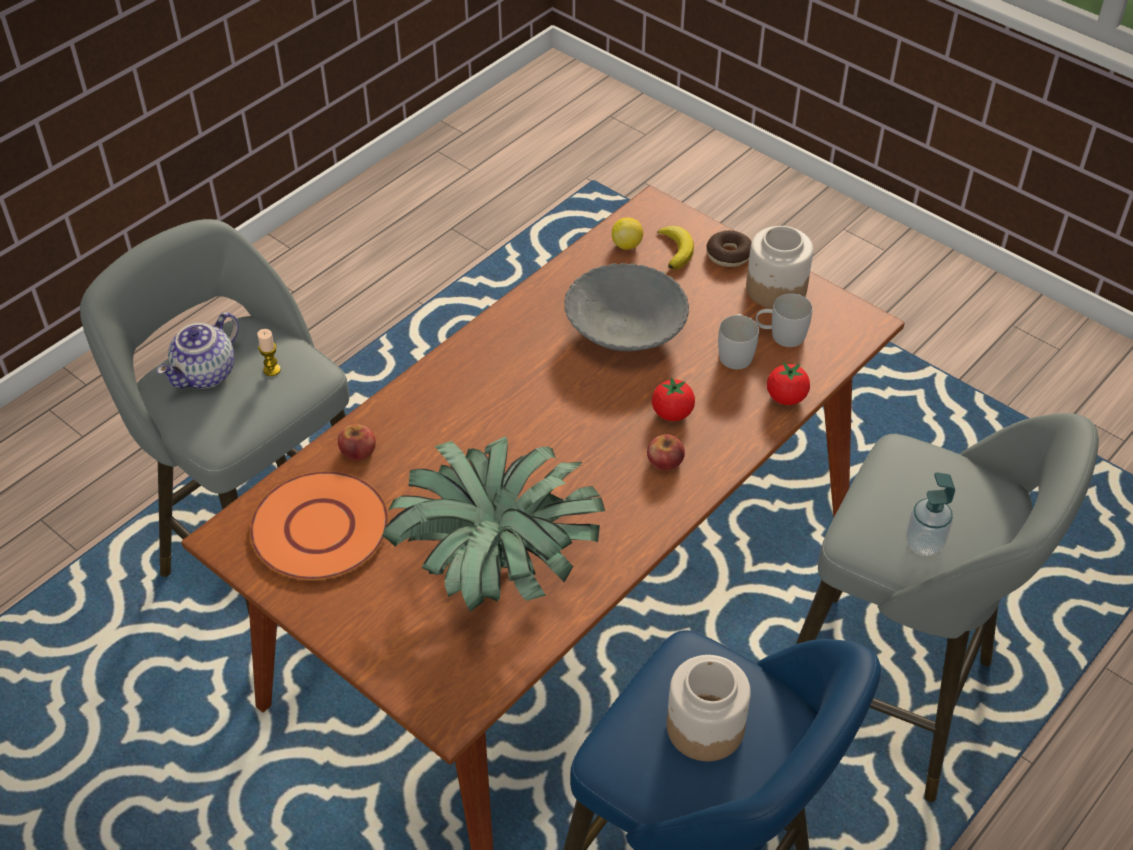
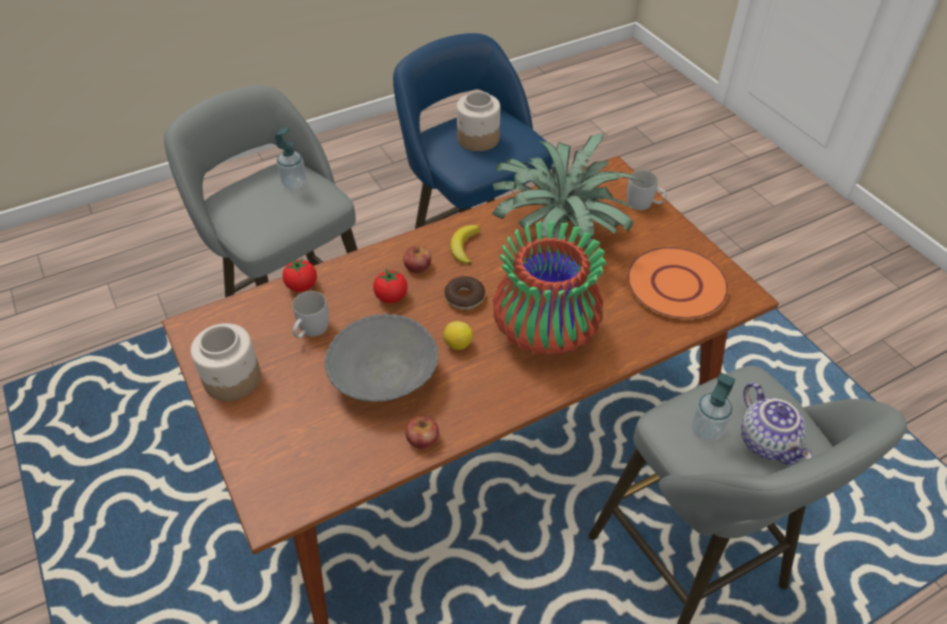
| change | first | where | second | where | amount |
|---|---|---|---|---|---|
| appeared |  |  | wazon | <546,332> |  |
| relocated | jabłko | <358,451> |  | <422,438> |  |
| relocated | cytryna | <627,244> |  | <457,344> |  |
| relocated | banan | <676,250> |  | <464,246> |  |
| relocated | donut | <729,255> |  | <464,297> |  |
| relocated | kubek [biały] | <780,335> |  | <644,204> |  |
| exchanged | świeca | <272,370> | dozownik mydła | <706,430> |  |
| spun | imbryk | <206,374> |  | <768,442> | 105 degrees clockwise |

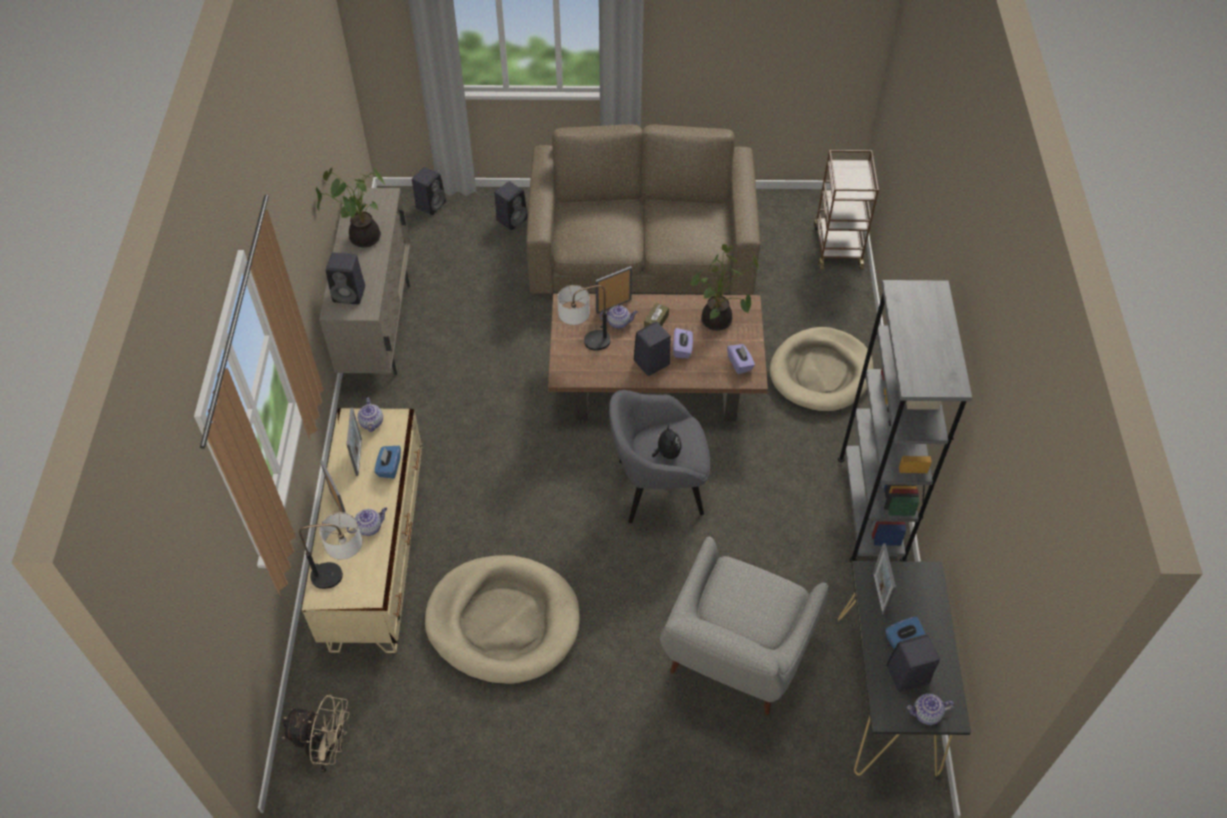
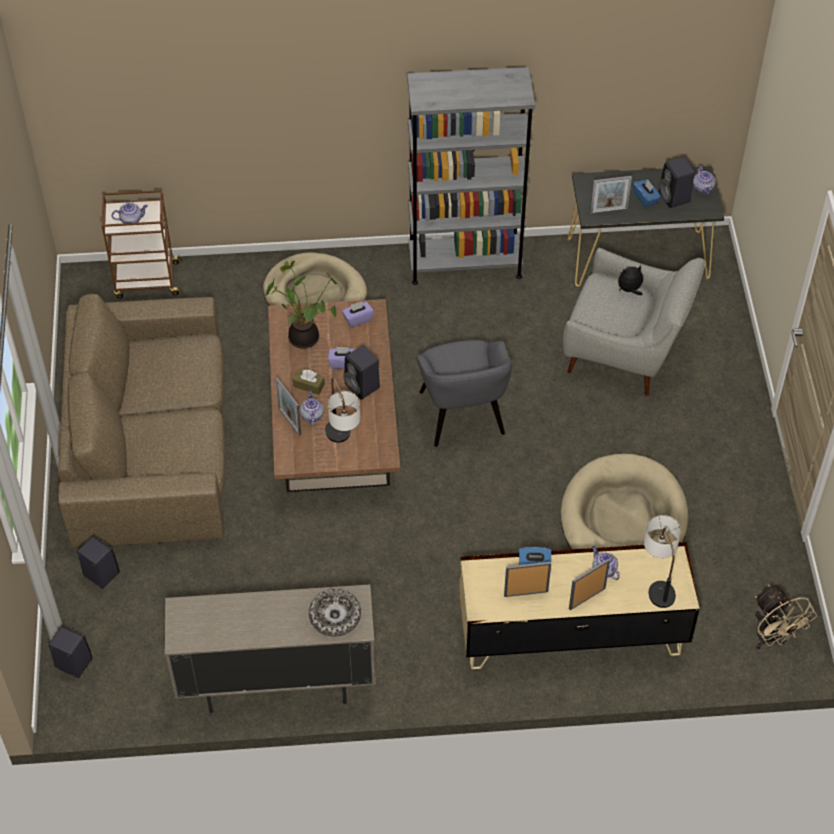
| change | first | where | second | where | amount |
|---|---|---|---|---|---|
| missing | roślina doniczkowa | <362,237> |  |  |  |
| relocated | imbryk | <372,423> |  | <131,219> |  |
| relocated | pluszak | <667,453> |  | <629,290> |  |
| exchanged | głośnik [czarny] | <350,294> | miska | <335,616> |  |
| spun | wentylator [beżowy] | <327,749> |  | <772,638> | 150 degrees clockwise |

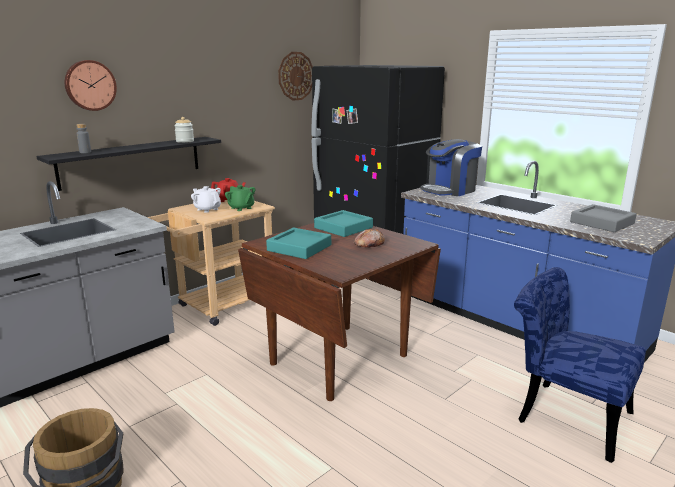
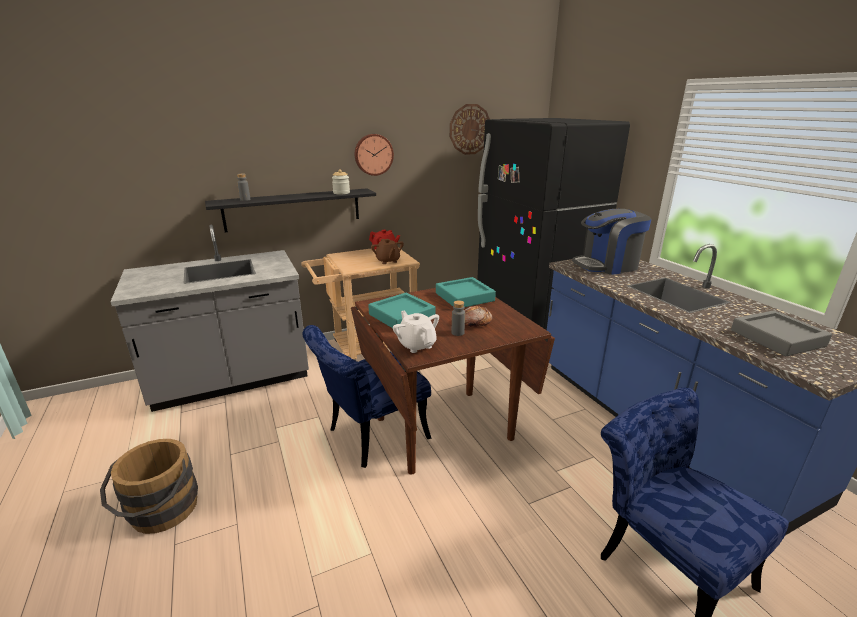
| change | first | where | second | where | amount |
|---|---|---|---|---|---|
| appeared |  |  | krzesło [niebieski] | <370,436> |  |
| appeared |  |  | butelka [szary] | <457,333> |  |
| relocated | zegar ścienny | <90,85> |  | <373,154> |  |
| relocated | imbryk [biały] | <207,209> |  | <416,345> |  |
| colour | imbryk [zielony] | <241,208> | imbryk [brązowy] | <388,261> |  |

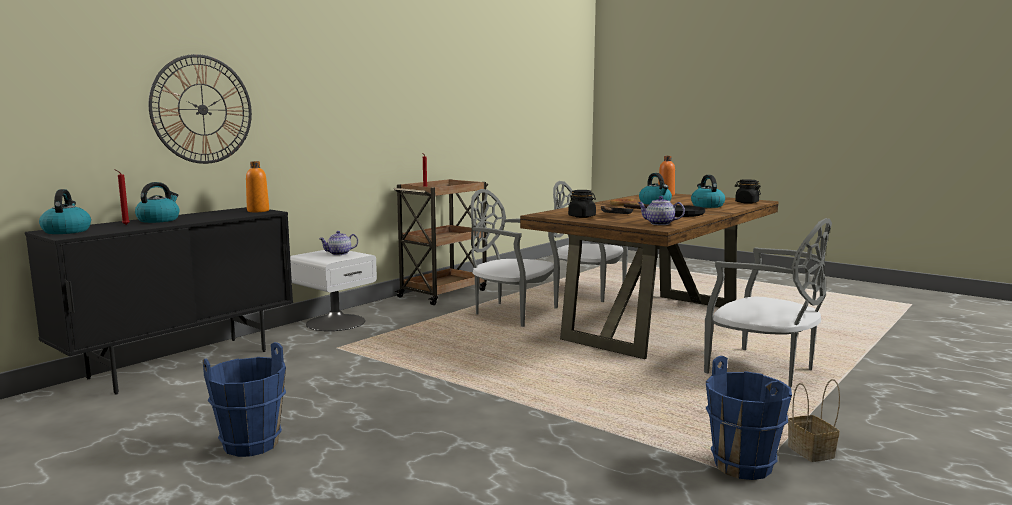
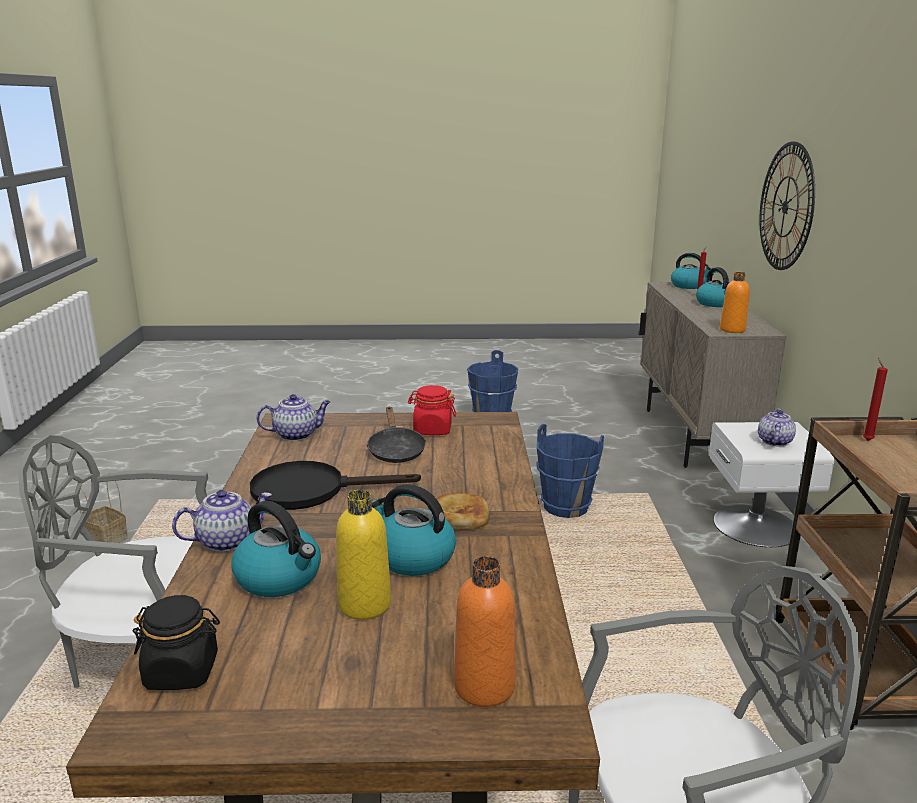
| change | first | where | second | where | amount |
|---|---|---|---|---|---|
| missing | krzesło [szary] | <512,313> |  |  |  |
| appeared |  |  | imbryk | <227,541> |  |
| appeared |  |  | butelka [żółty] | <364,604> |  |
| relocated | wiadro [niebieski] | <743,465> |  | <565,508> |  |
| colour | szafka [czarny] | <181,364> | szafka [beżowy] | <693,437> |  |
| colour | słoik [czarny] | <582,216> | słoik [czerwony] | <432,430> |  |

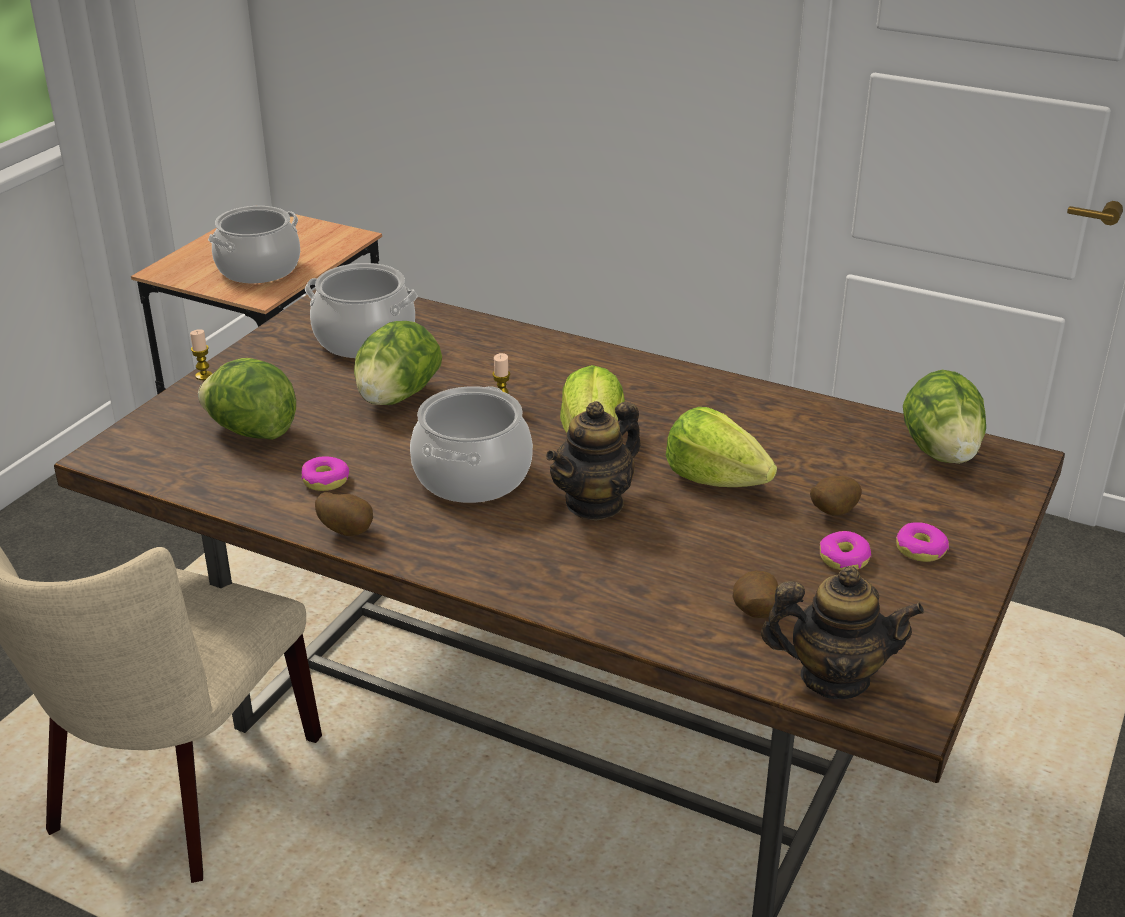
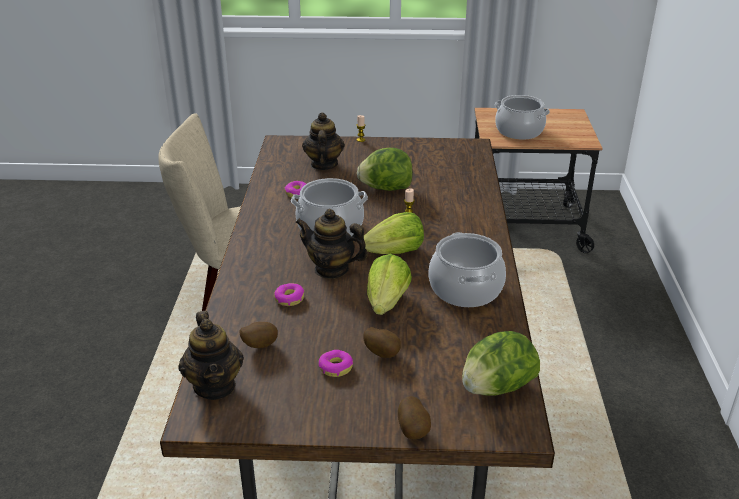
| change | first | where | second | where | amount |
|---|---|---|---|---|---|
| relocated | garnek | <364,339> |  | <465,289> |  |
| relocated | ziemniak | <347,530> |  | <414,431> |  |
| relocated | donut | <921,549> |  | <289,299> |  |
| exchanged | sałata | <251,431> | imbryk | <323,164> |  |

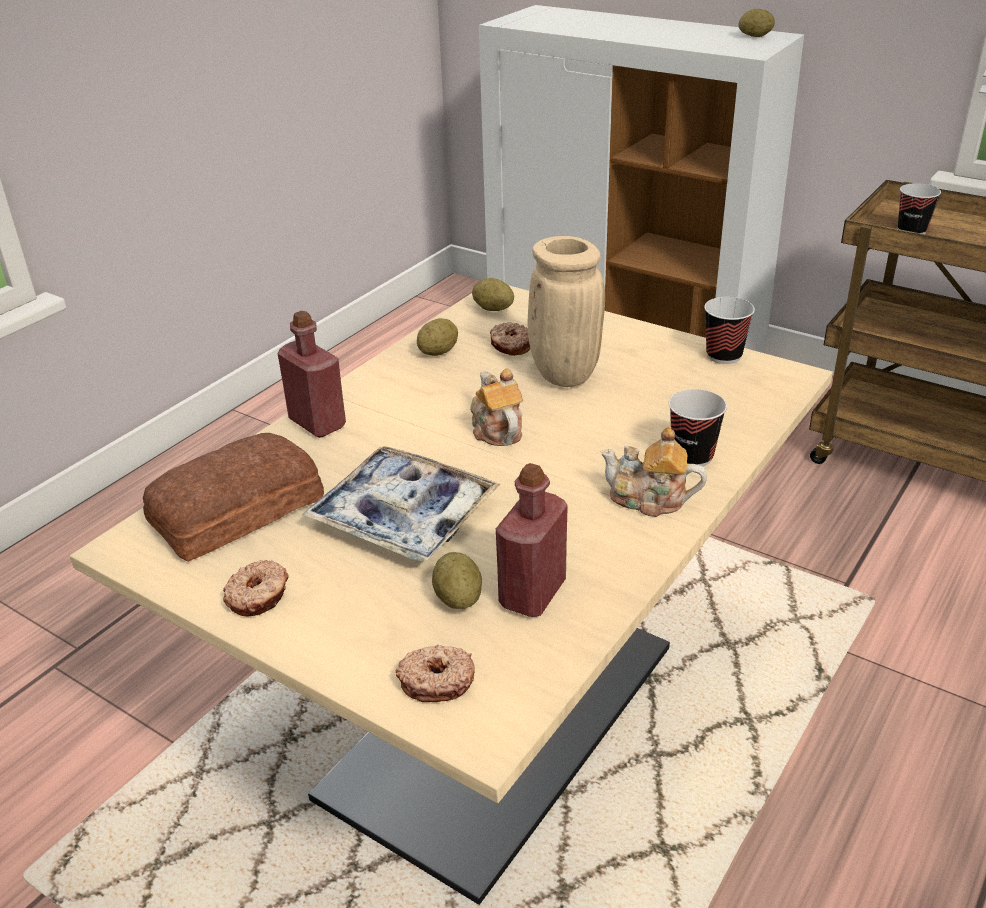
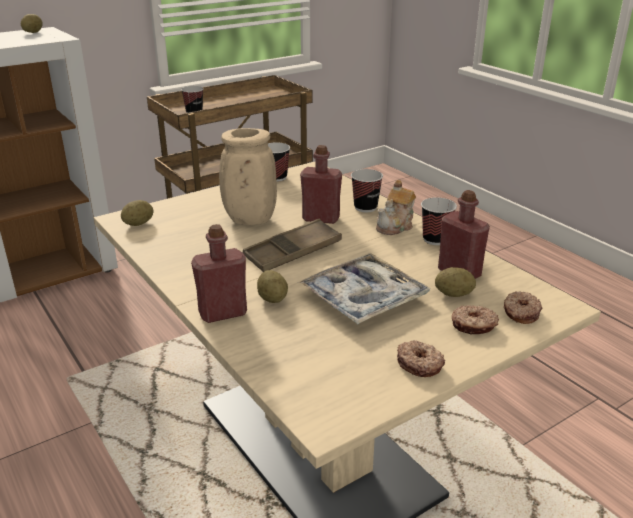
| change | first | where | second | where | amount |
|---|---|---|---|---|---|
| missing | chleb | <234,510> |  |  |  |
| appeared |  |  | butelka [czerwony] | <321,218> |  |
| appeared |  |  | filiżanka | <435,239> |  |
| relocated | ziemniak | <438,352> |  | <272,299> |  |
| relocated | donut | <510,346> |  | <473,326> |  |
| exchanged | imbryk | <496,430> | taca [brązowy] | <292,252> |  |

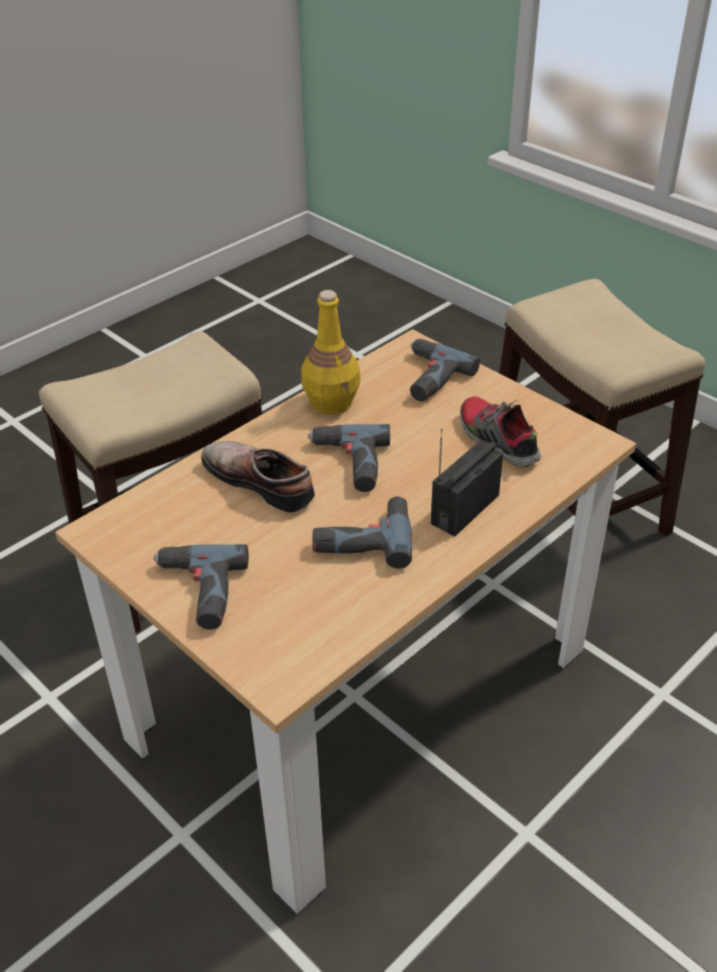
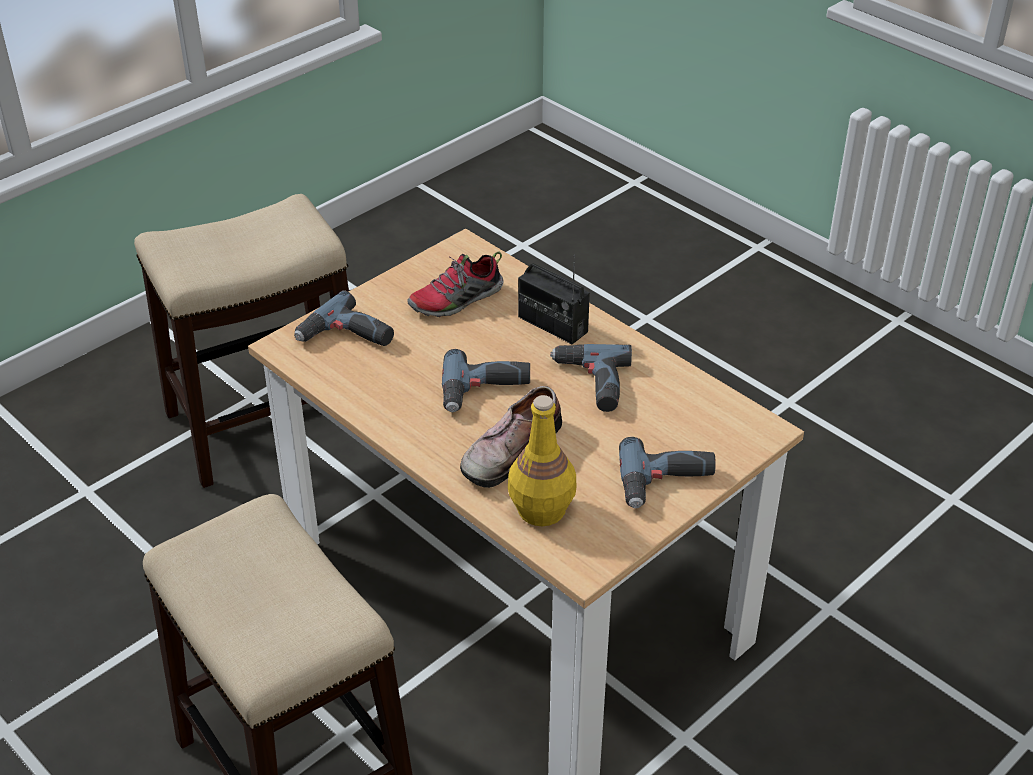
| change | first | where | second | where | amount |
|---|---|---|---|---|---|
| relocated | butelka [żółty] | <332,402> |  | <541,509> |  |

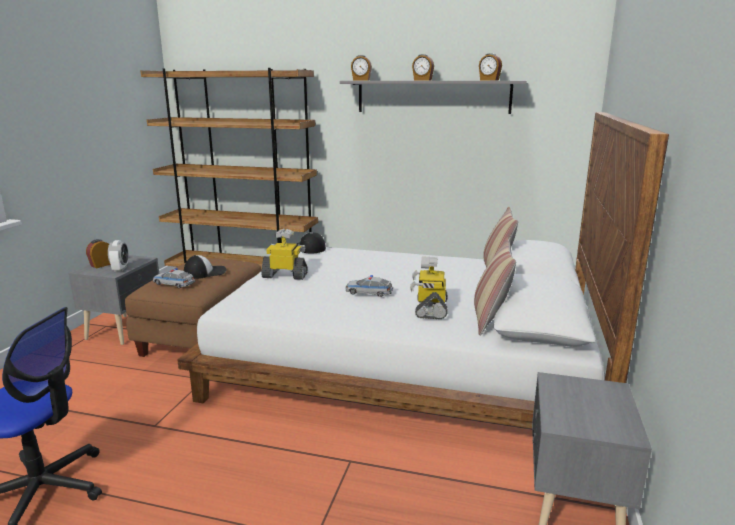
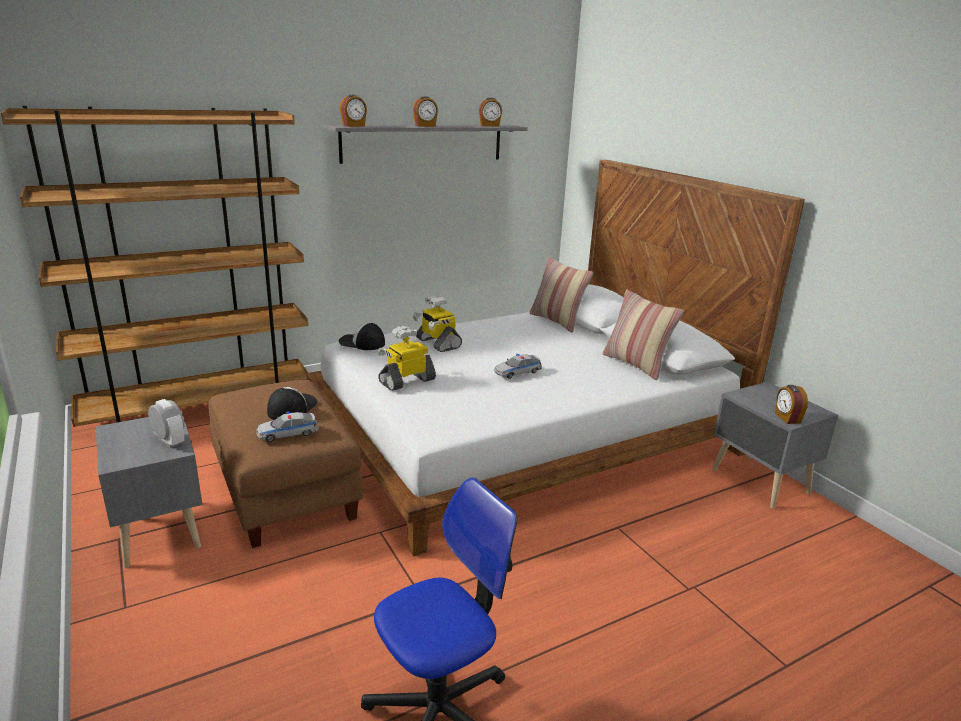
| change | first | where | second | where | amount |
|---|---|---|---|---|---|
| relocated | budzik | <101,265> |  | <787,418> |  |
| relocated | robot zabawkowy | <430,309> |  | <437,343> |  |

